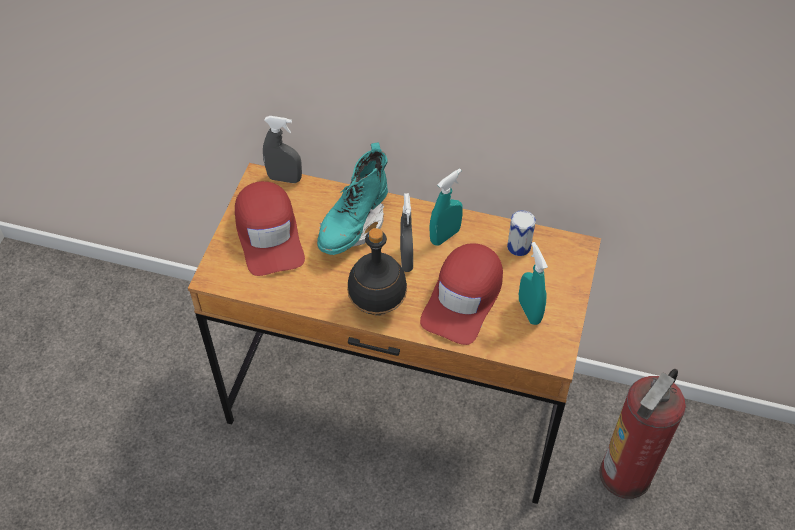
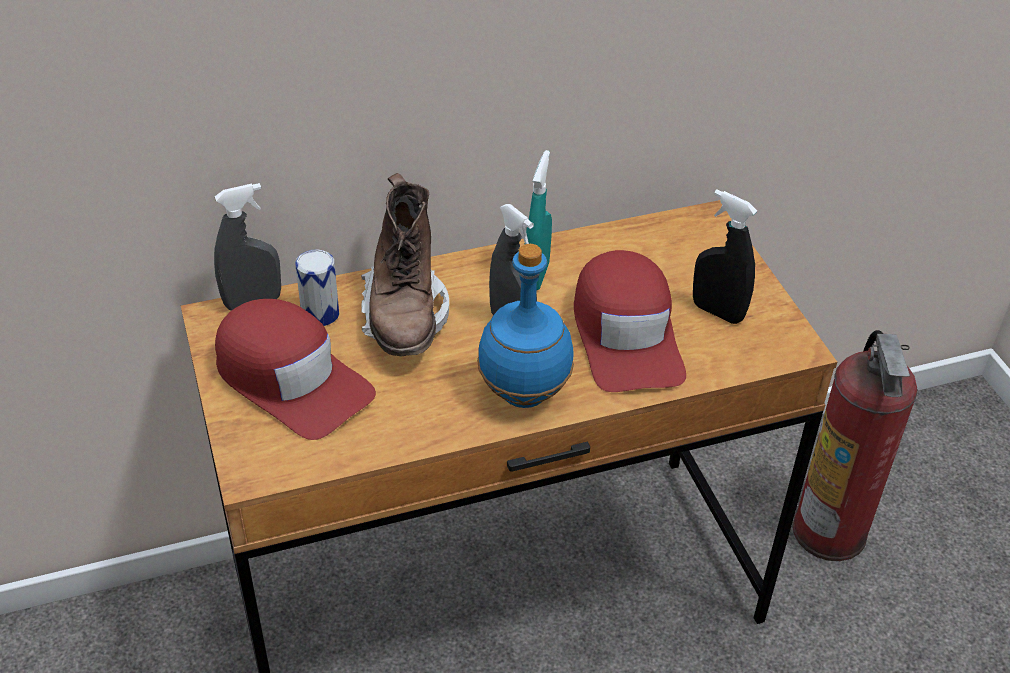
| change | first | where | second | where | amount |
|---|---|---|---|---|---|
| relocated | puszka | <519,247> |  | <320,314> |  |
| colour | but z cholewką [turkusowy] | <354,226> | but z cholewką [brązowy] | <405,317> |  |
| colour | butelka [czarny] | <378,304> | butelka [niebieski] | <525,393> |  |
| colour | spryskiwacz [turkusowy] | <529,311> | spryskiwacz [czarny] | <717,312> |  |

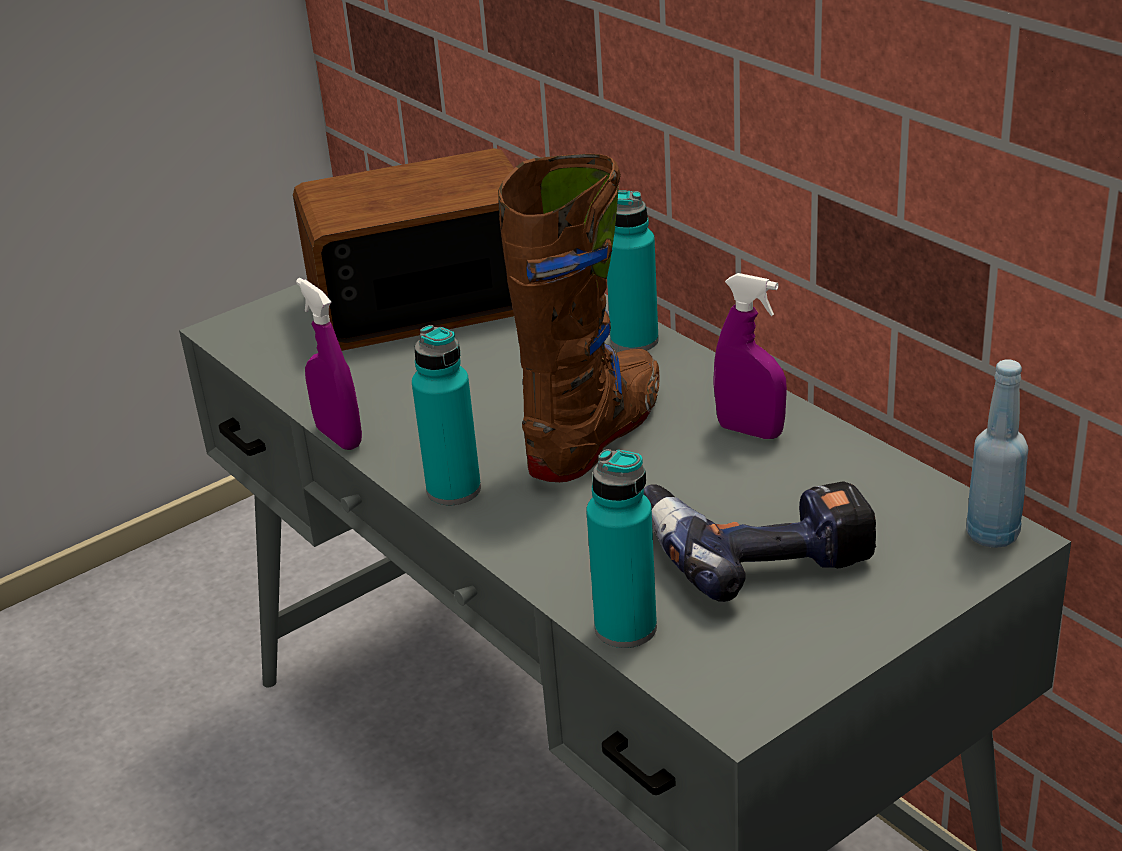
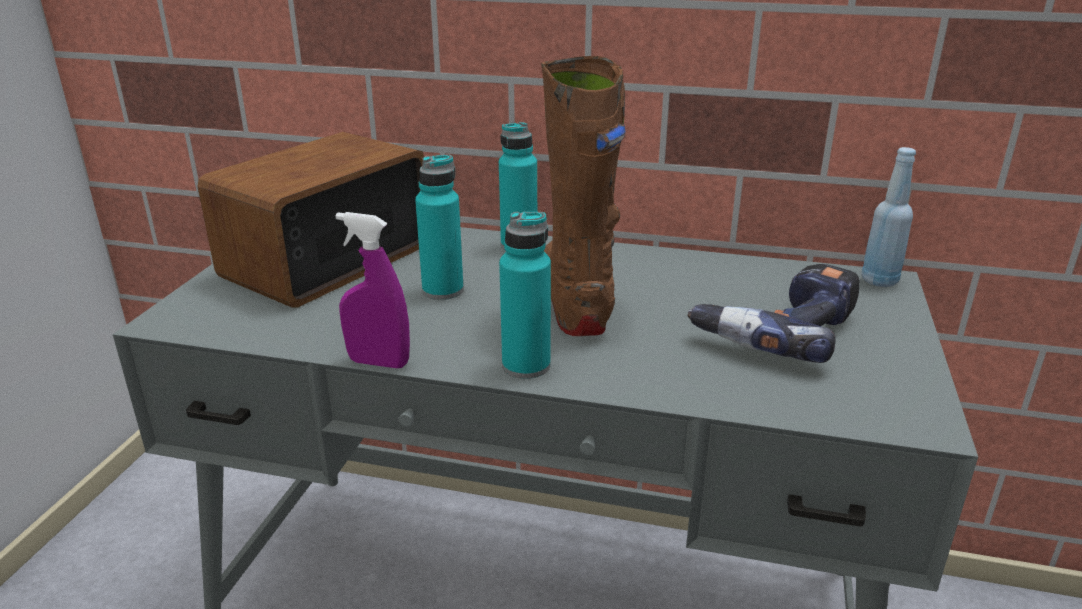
| change | first | where | second | where | amount |
|---|---|---|---|---|---|
| missing | spryskiwacz [fioletowy] | <750,431> |  |  |  |
| relocated | butelka [turkusowy] | <625,628> |  | <443,290> |  |

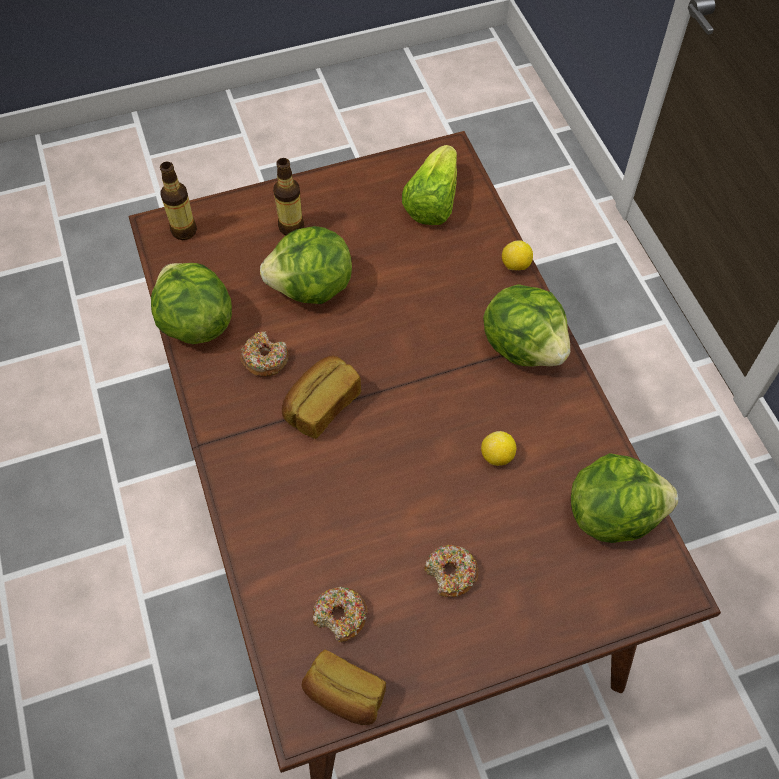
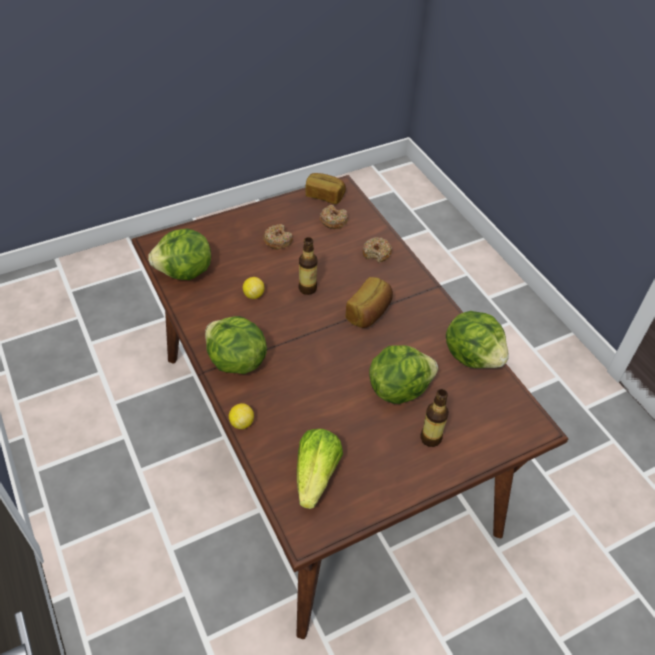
| change | first | where | second | where | amount |
|---|---|---|---|---|---|
| relocated | butelka | <184,231> |  | <307,288> |  |
| relocated | donut | <265,359> |  | <376,253> |  |

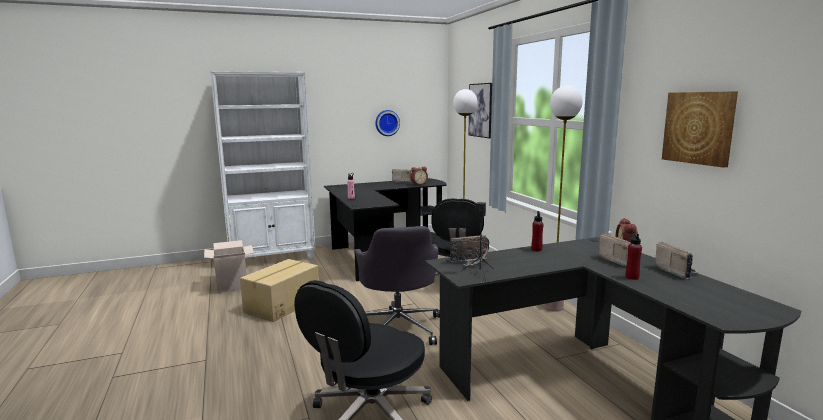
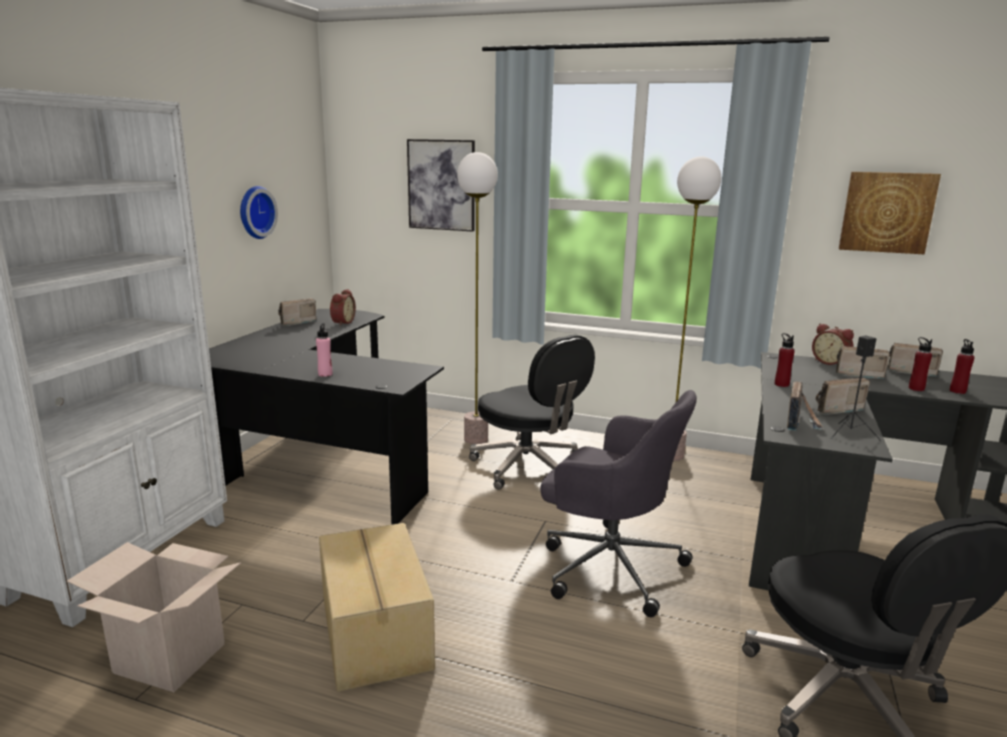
| change | first | where | second | where | amount |
|---|---|---|---|---|---|
| appeared |  |  | radio | <833,409> |  |
| appeared |  |  | butelka [czerwony] | <957,391> |  |

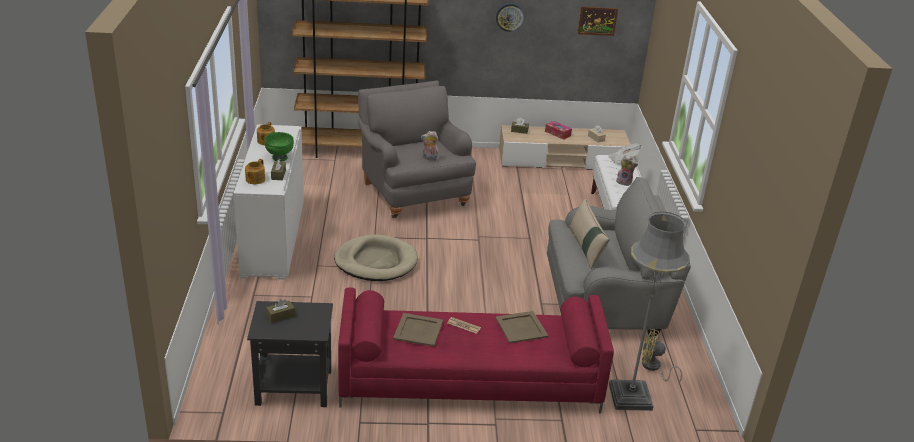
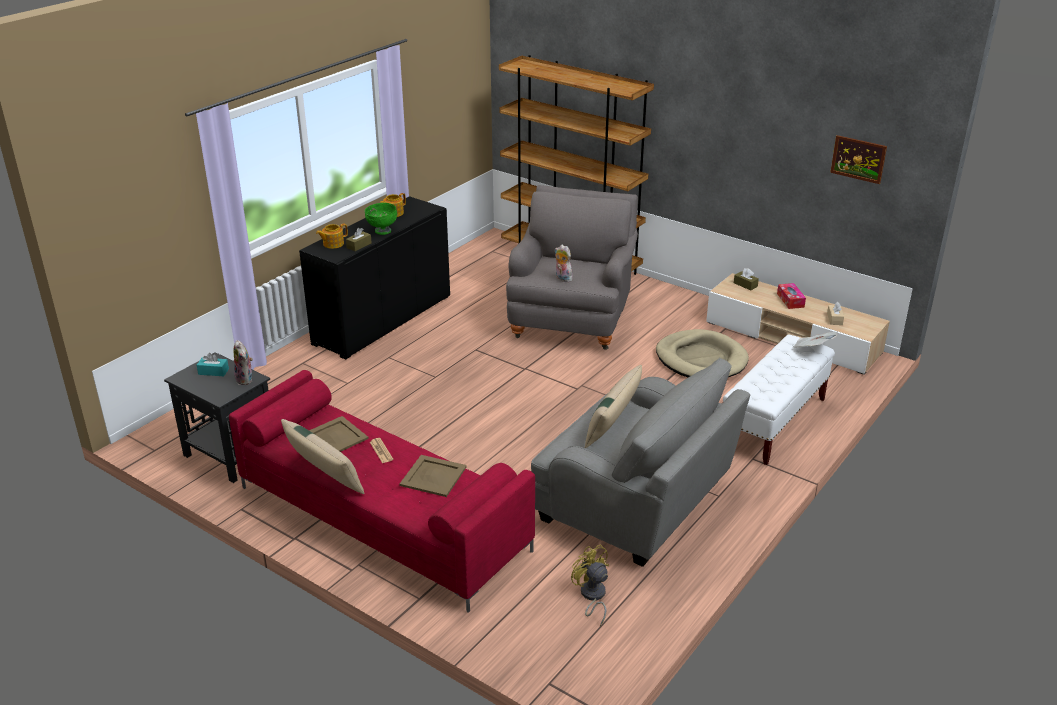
| change | first | where | second | where | amount |
|---|---|---|---|---|---|
| missing | zegar ścienny | <510,17> |  |  |  |
| missing | lampa stojąca [szary] | <630,397> |  |  |  |
| appeared |  |  | poduszka [beżowy] | <324,476> |  |
| relocated | legowisko [beżowy] | <376,262> |  | <701,359> |  |
| relocated | pluszak | <624,182> |  | <246,379> |  |
| colour | szafka [biały] | <273,238> | szafka [czarny] | <383,320> |  |
| colour | pudełko chusteczek [brązowy] | <280,316> | pudełko chusteczek [turkusowy] | <213,371> |  |

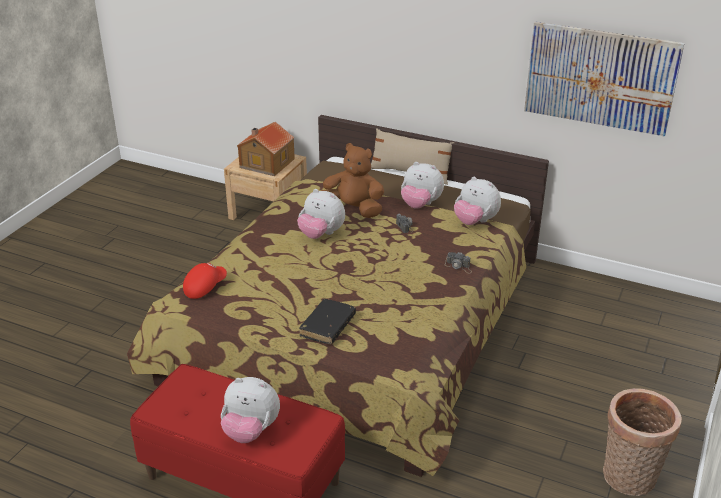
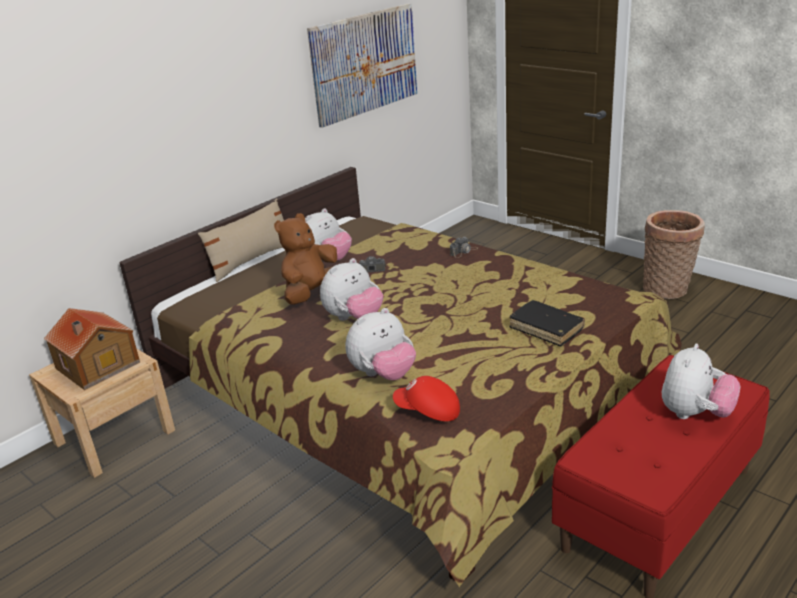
| change | first | where | second | where | amount |
|---|---|---|---|---|---|
| relocated | pluszak | <475,221> |  | <383,374> |  |
| spun | czapka z daszkiem [czerwony] | <204,287> |  | <428,411> | 45 degrees counterclockwise |

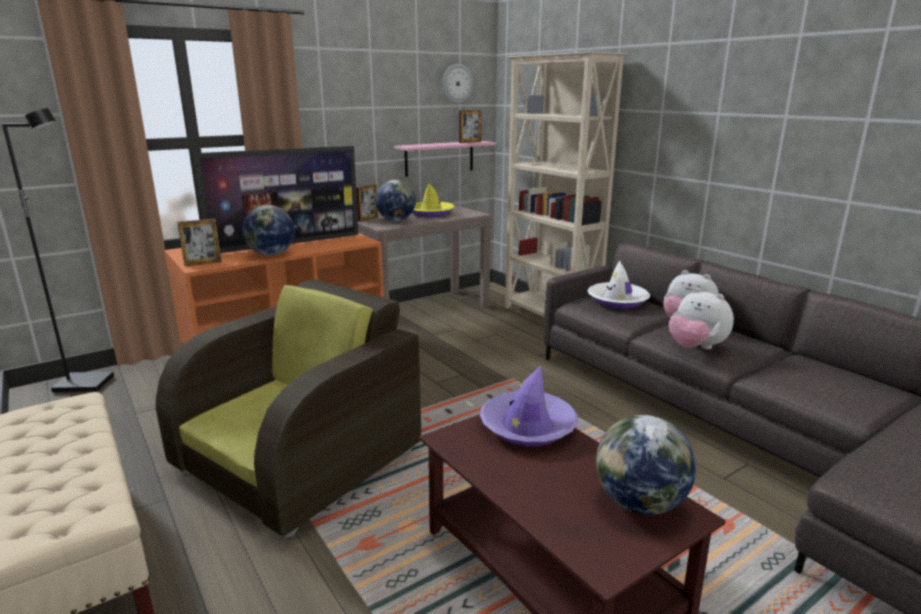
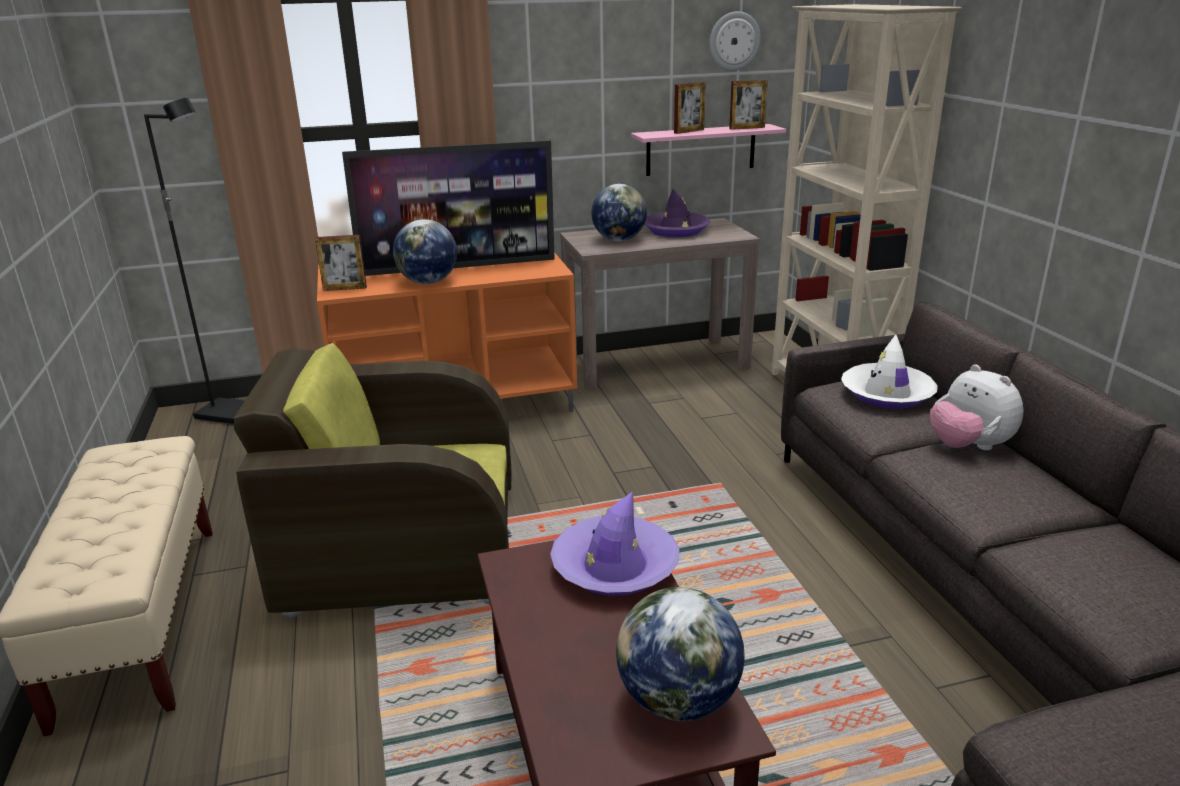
| change | first | where | second | where | amount |
|---|---|---|---|---|---|
| missing | pluszak | <695,347> |  |  |  |
| relocated | ramka na zdjęcie | <368,219> |  | <689,131> |  |
| colour | kapelusz [żółty] | <431,213> | kapelusz [fioletowy] | <675,230> |  |
| spun | fotel [brązowy] | <301,460> |  | <402,547> | 150 degrees counterclockwise |

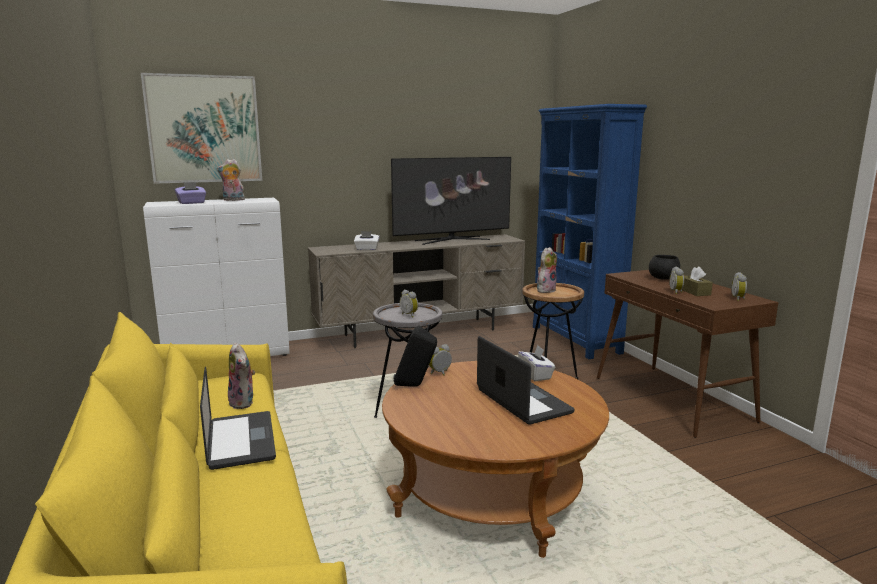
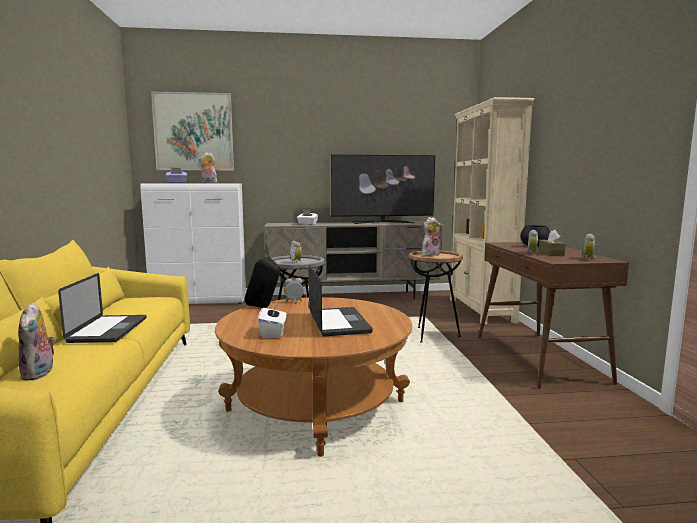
| change | first | where | second | where | amount |
|---|---|---|---|---|---|
| relocated | pluszak | <244,402> |  | <39,374> |  |
| relocated | pudełko chusteczek [biały] | <535,375> |  | <273,333> |  |
| colour | regał [niebieski] | <575,340> | regał [beżowy] | <481,310> |  |

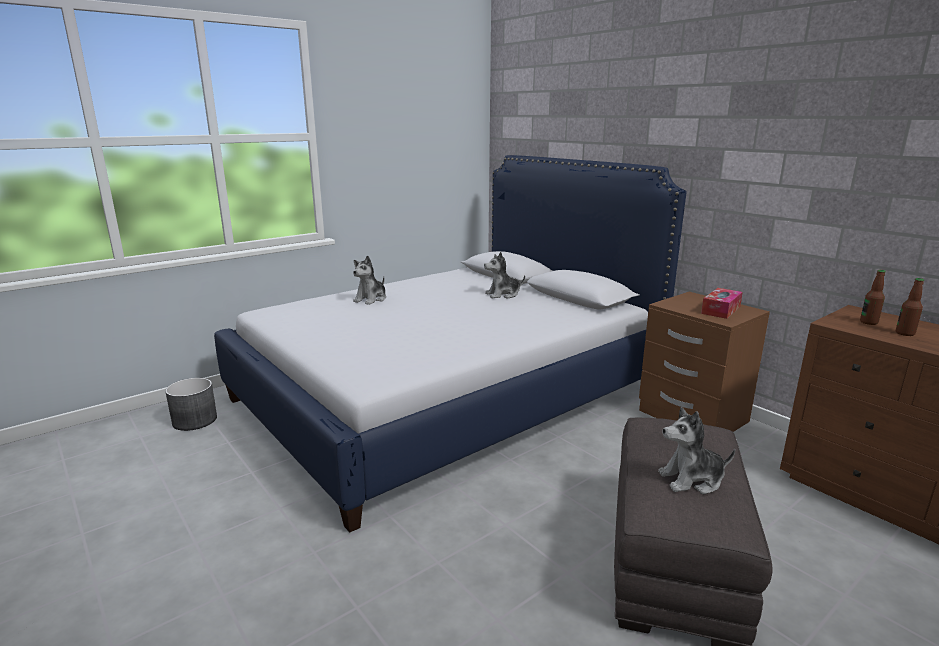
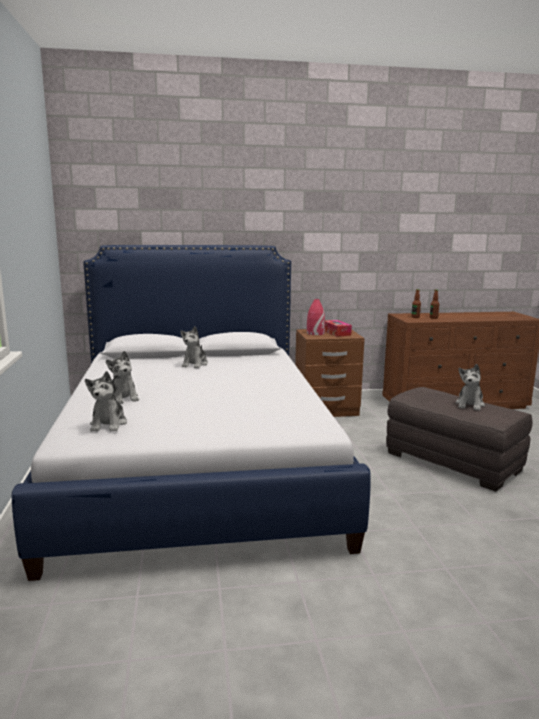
| change | first | where | second | where | amount |
|---|---|---|---|---|---|
| missing | donica [szary] | <194,420> |  |  |  |
| appeared |  |  | pluszak | <108,424> |  |
| appeared |  |  | wazon [czerwony] | <315,333> |  |

